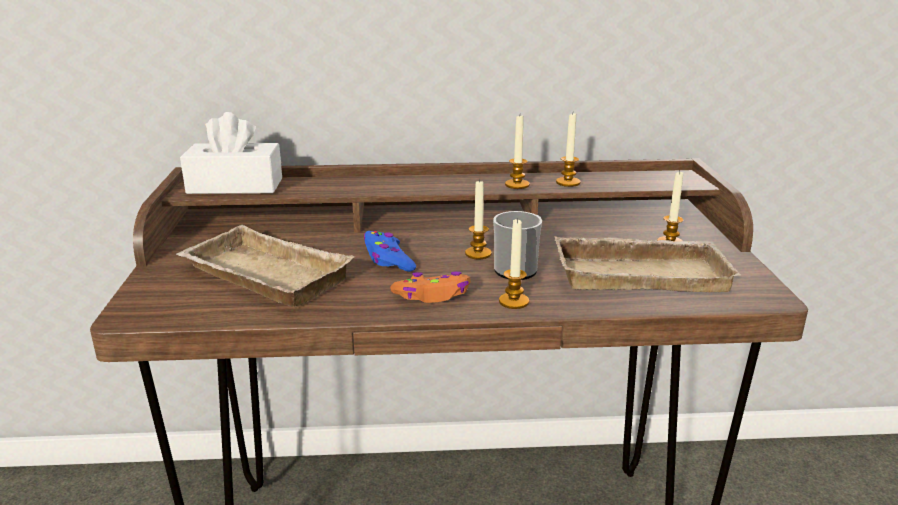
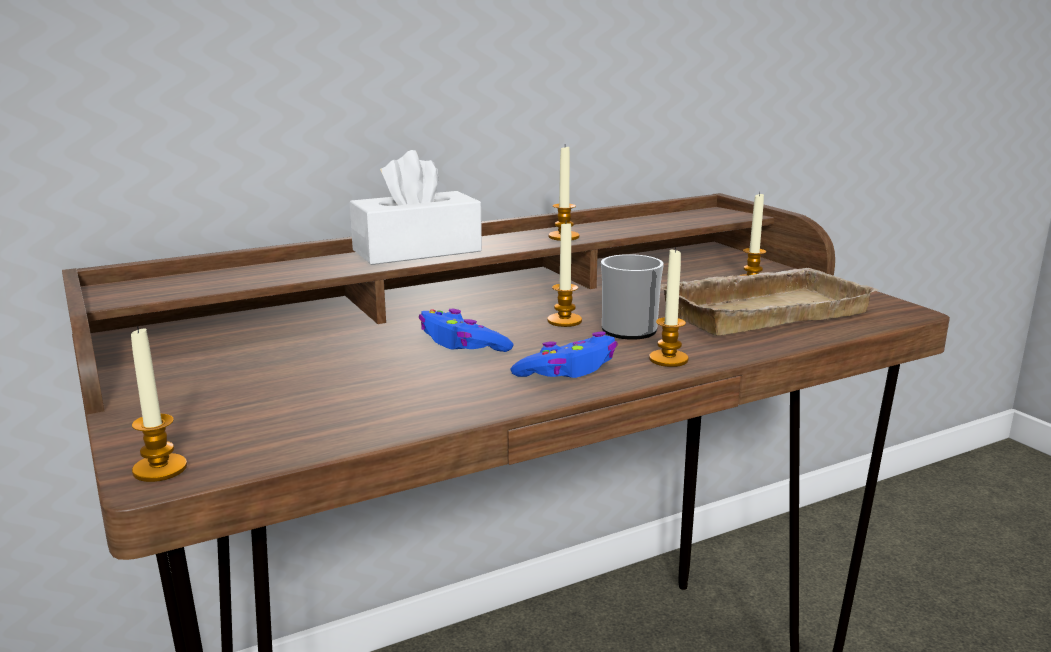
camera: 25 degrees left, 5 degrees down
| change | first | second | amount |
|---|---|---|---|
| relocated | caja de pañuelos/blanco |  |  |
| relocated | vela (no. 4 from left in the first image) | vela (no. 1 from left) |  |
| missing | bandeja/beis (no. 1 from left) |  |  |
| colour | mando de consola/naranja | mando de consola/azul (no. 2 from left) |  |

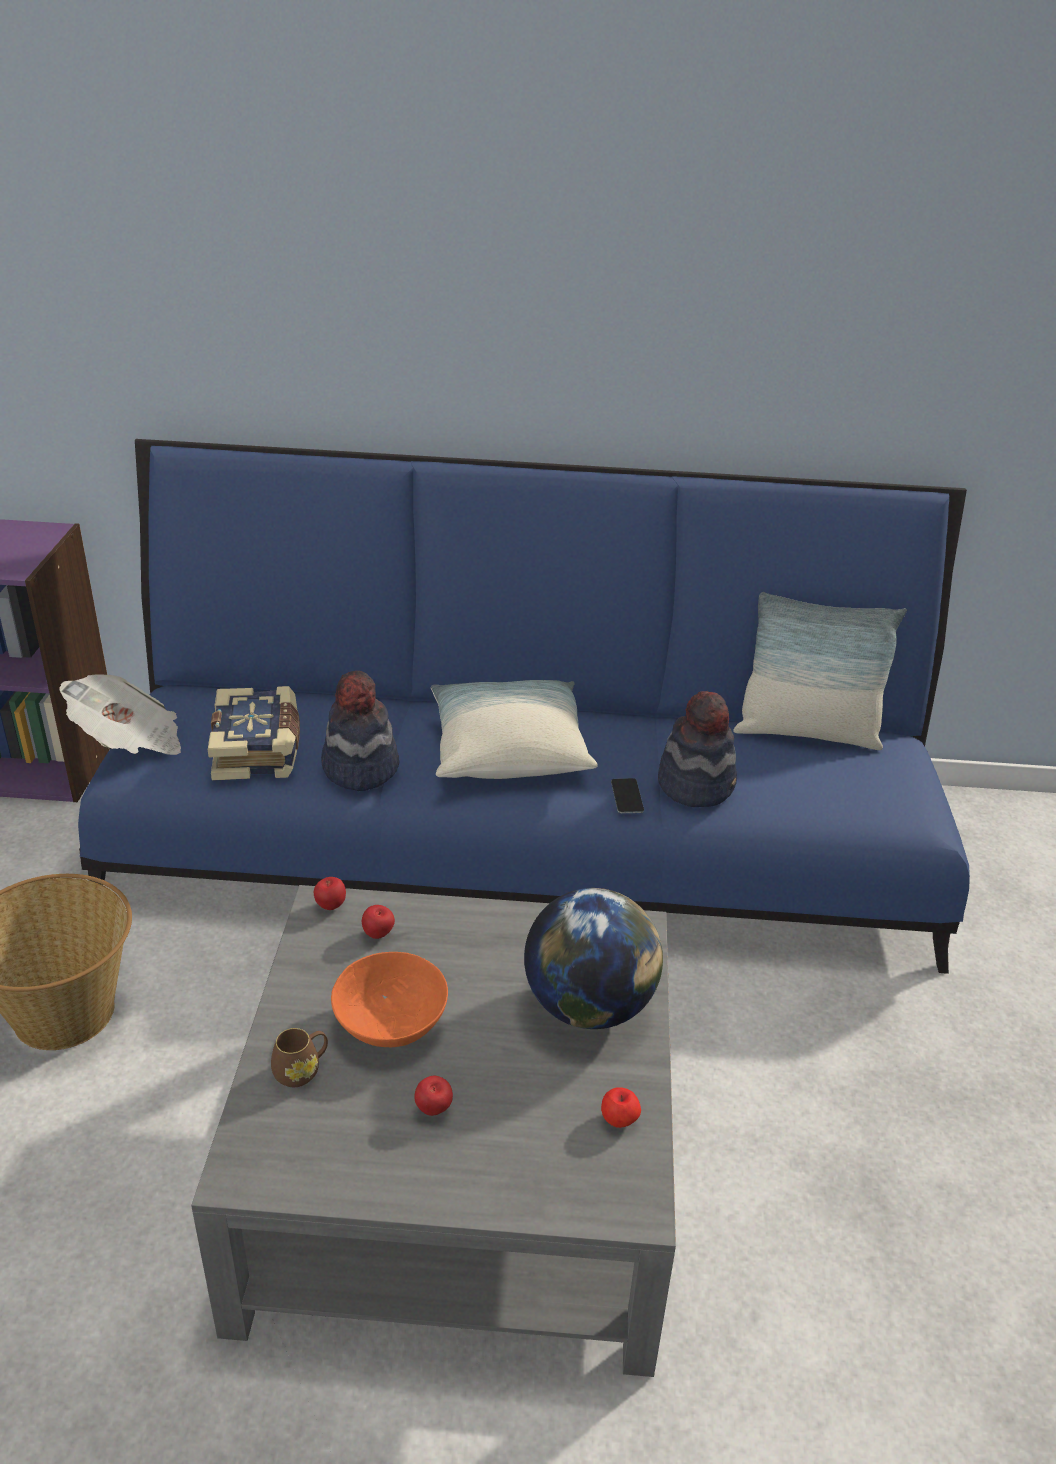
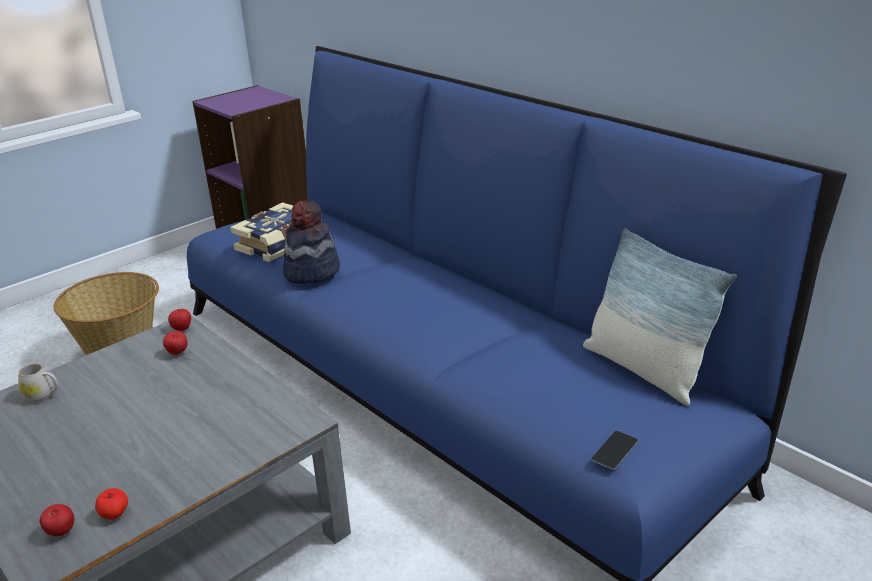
camera: 45 degrees right, 5 degrees down
| change | first | second | amount |
|---|---|---|---|
| missing | periódico |  |  |
| missing | cojín (no. 1 from left) |  |  |
| missing | sombrero (no. 2 from left) |  |  |
| relocated | móvil |  |  |
| missing | globo terráqueo |  |  |
| missing | cuenco/naranja |  |  |
| colour | taza grande/marrón | taza grande/blanco |  |
| relocated | manzana (no. 3 from left in the first image) | manzana (no. 1 from left) |  |

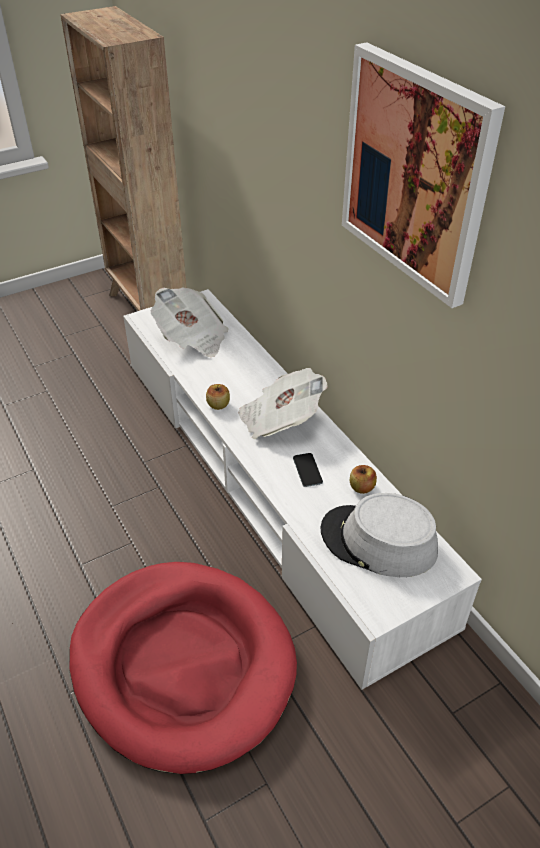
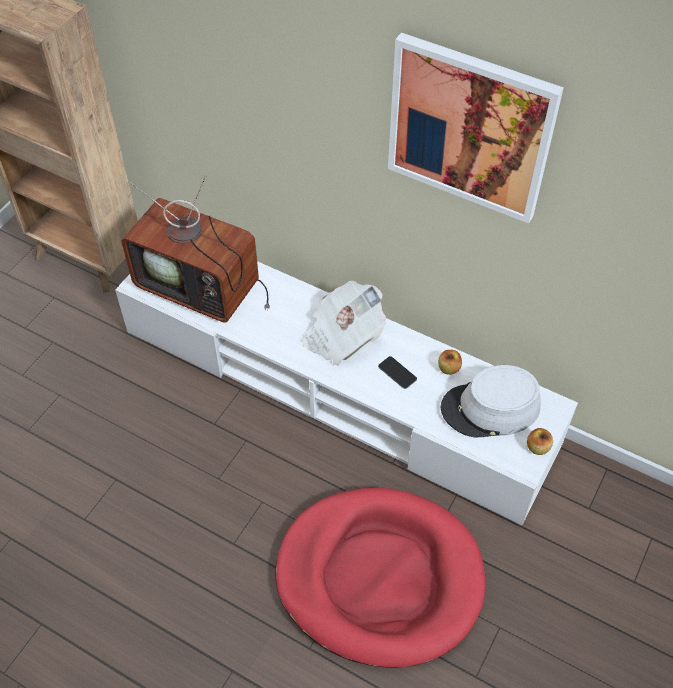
camera: 30 degrees left, 10 degrees up
| change | first | second | amount |
|---|---|---|---|
| exchanged | periódico (no. 1 from left) | televisor |  |
| relocated | manzana (no. 1 from left in the first image) | manzana (no. 2 from left) |  |

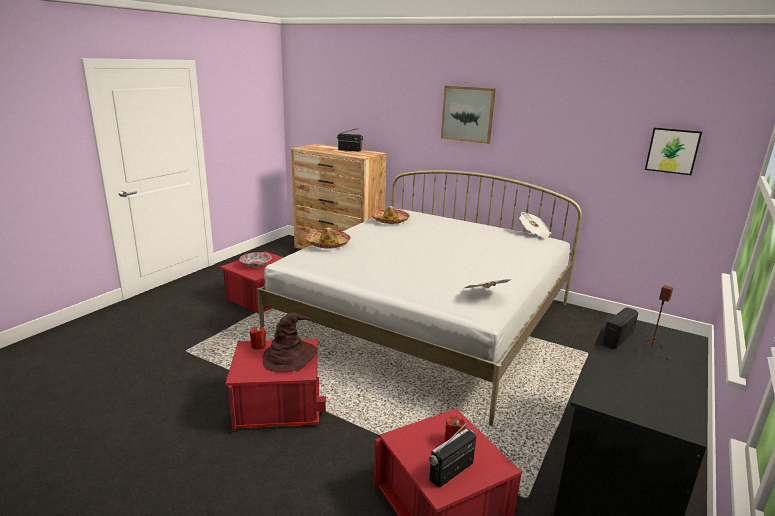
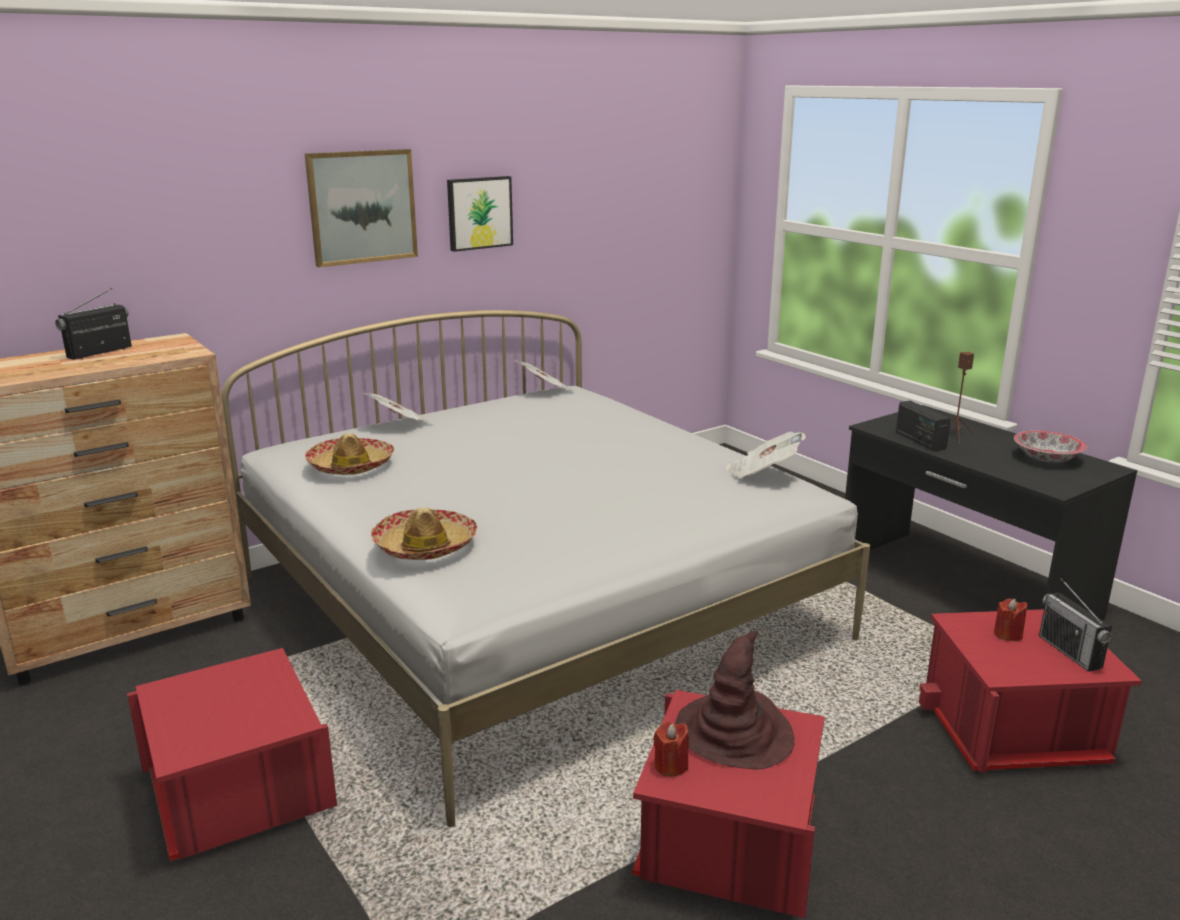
camera: 65 degrees left, 0 degrees up
| change | first | second | amount |
|---|---|---|---|
| relocated | cuadro (no. 2 from left) |  |  |
| relocated | cuenco |  |  |
| appeared |  | periódico (no. 1 from left) |  |

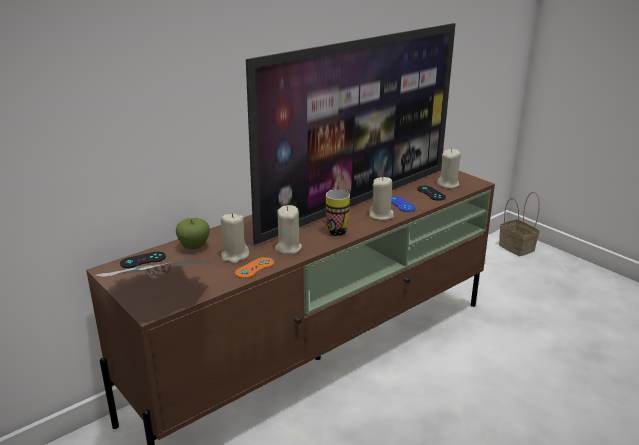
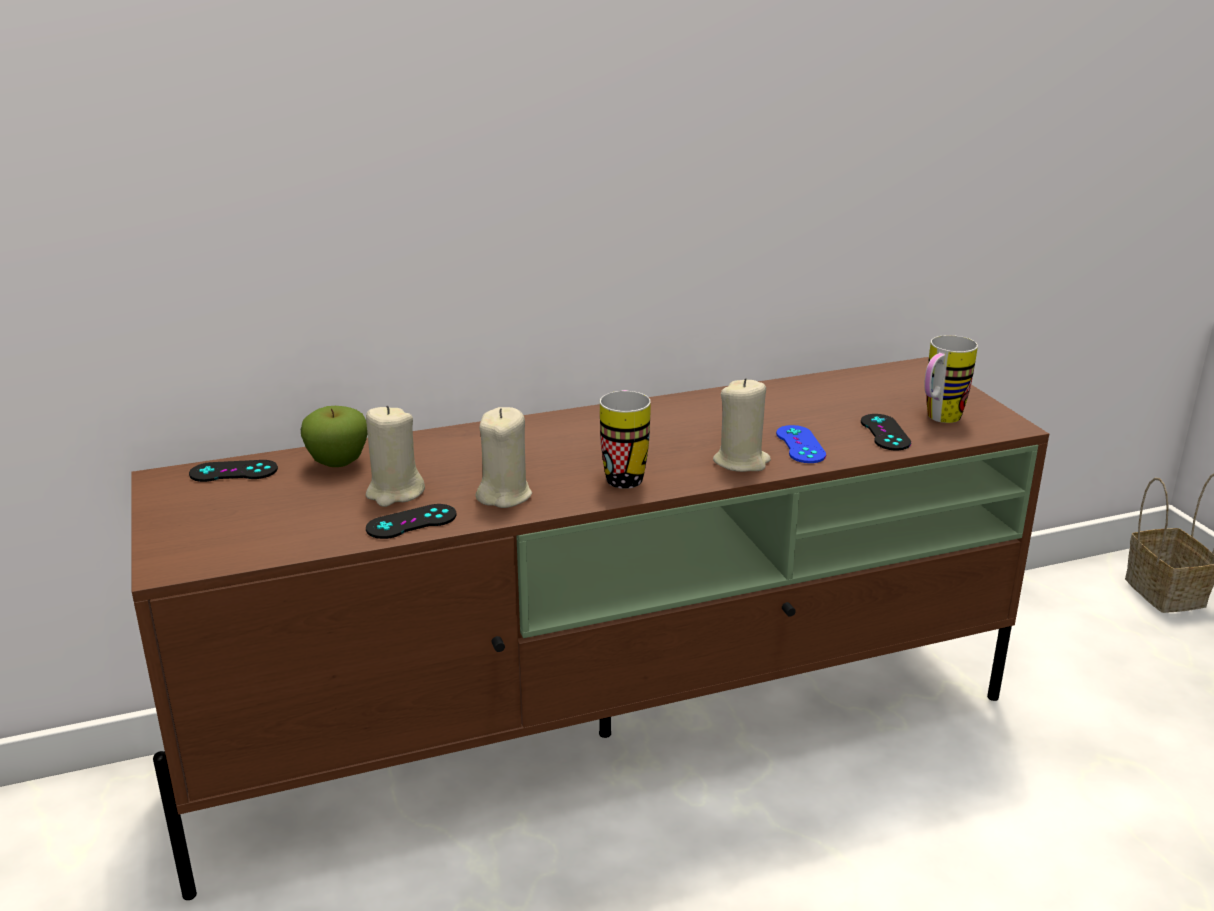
camera: 20 degrees right, 0 degrees up
| change | first | second | amount |
|---|---|---|---|
| missing | televisor |  |  |
| exchanged | vela/beis (no. 4 from left) | taza grande (no. 2 from left) |  |
| colour | mando de consola/naranja | mando de consola/negro (no. 2 from left) |  |
| missing | periódico |  |  |

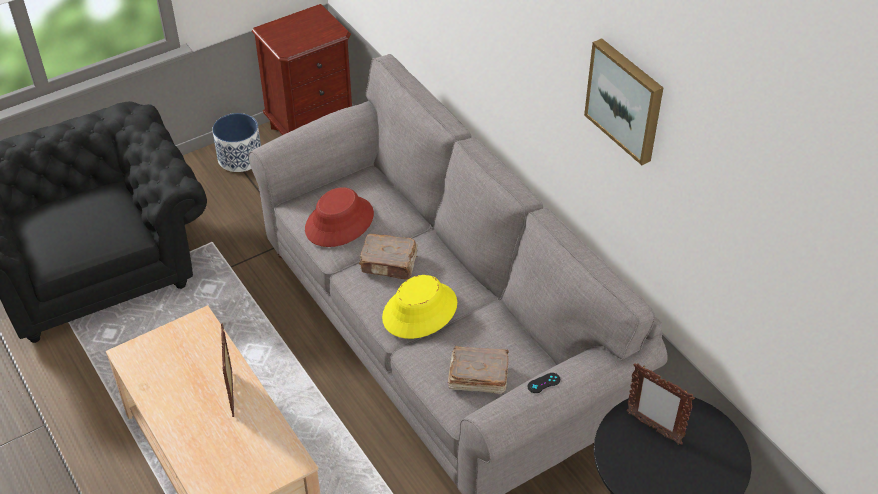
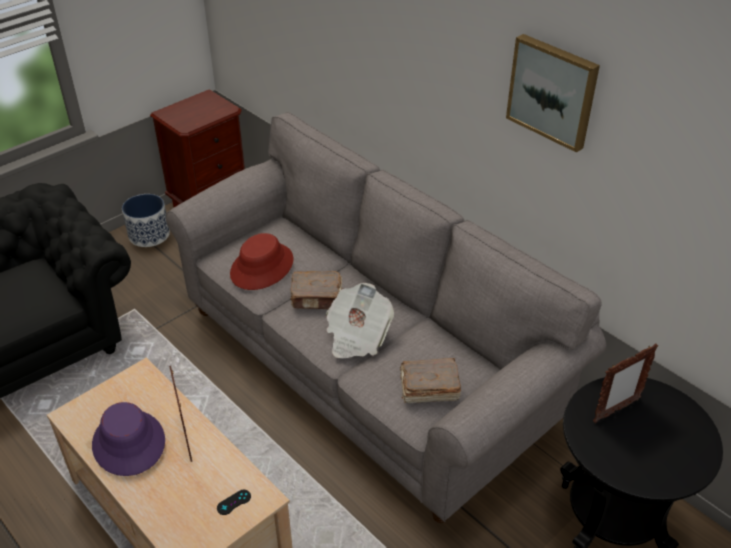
camera: 10 degrees left, 5 degrees down
| change | first | second | amount |
|---|---|---|---|
| exchanged | sombrero/amarillo | periódico |  |
| spun | portarretratos (no. 2 from left) |  | 60 degrees counterclockwise |
| relocated | mando de consola/negro |  |  |
| appeared |  | sombrero/morado |  |

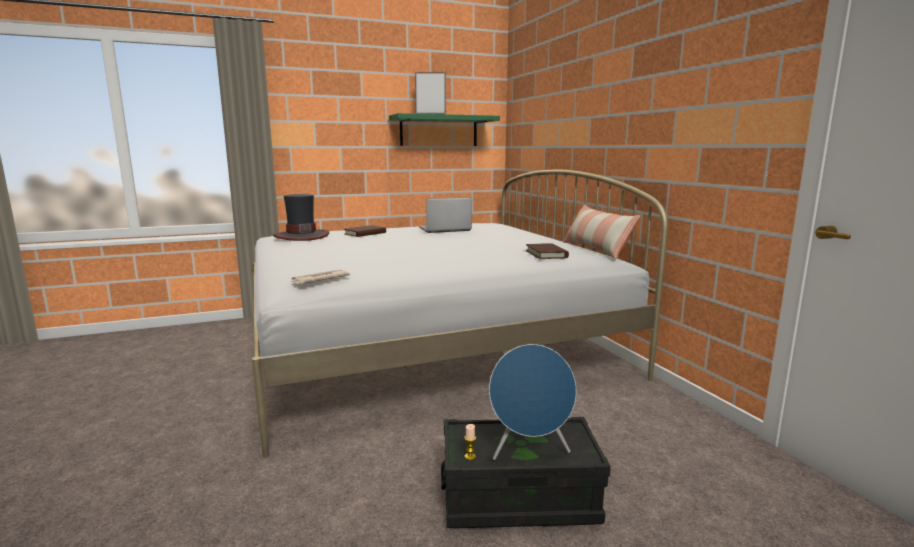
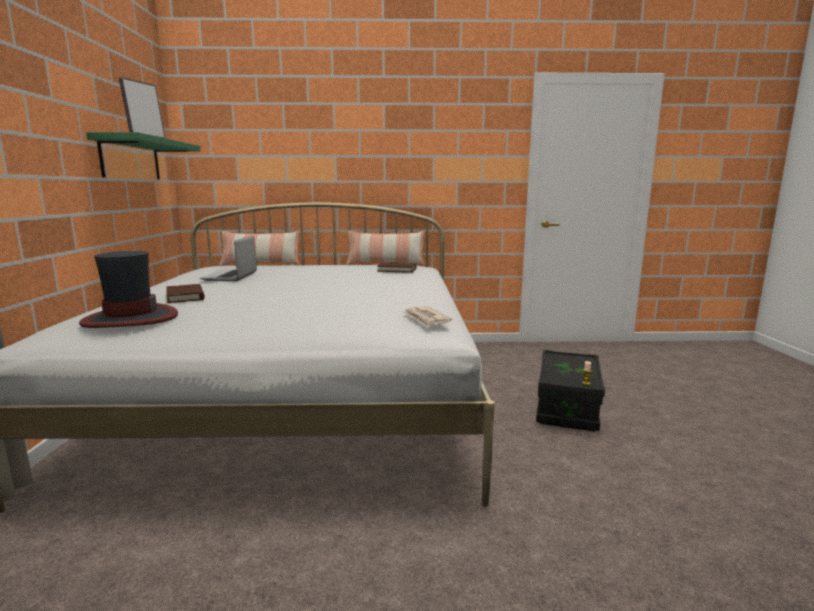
camera: 70 degrees left, 0 degrees up
| change | first | second | amount |
|---|---|---|---|
| missing | altavoz/azul |  |  |
| appeared |  | cojín (no. 1 from left) |  |

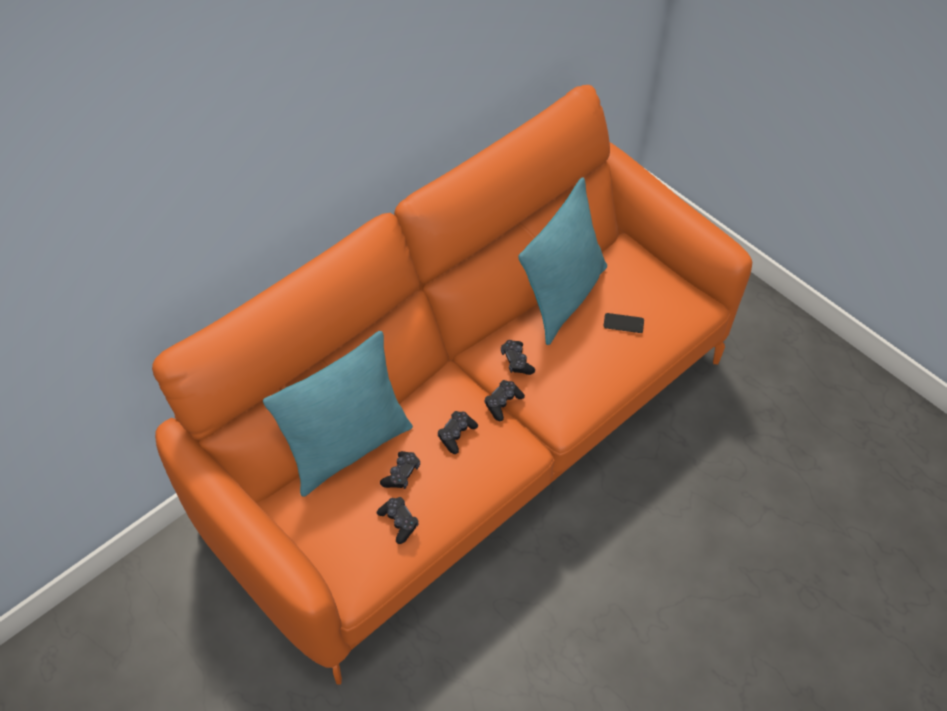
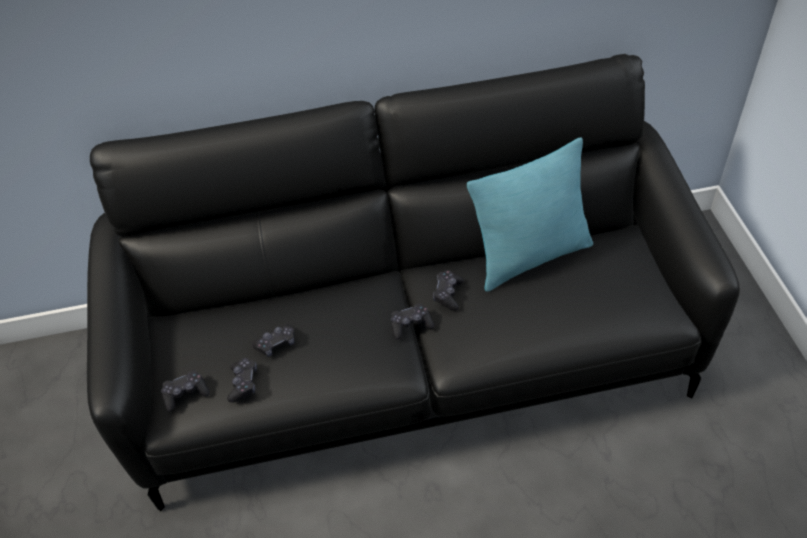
camera: 35 degrees right, 5 degrees down
| change | first | second | amount |
|---|---|---|---|
| colour | sofá/naranja | sofá/negro |  |
| missing | móvil |  |  |
| missing | cojín/turquesa (no. 1 from left) |  |  |
| relocated | mando de consola/negro (no. 3 from left in the first image) | mando de consola/negro (no. 1 from left) |  |

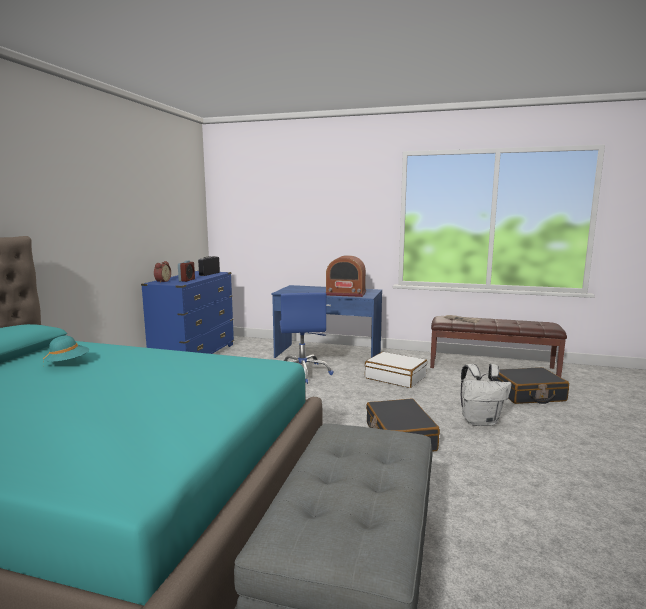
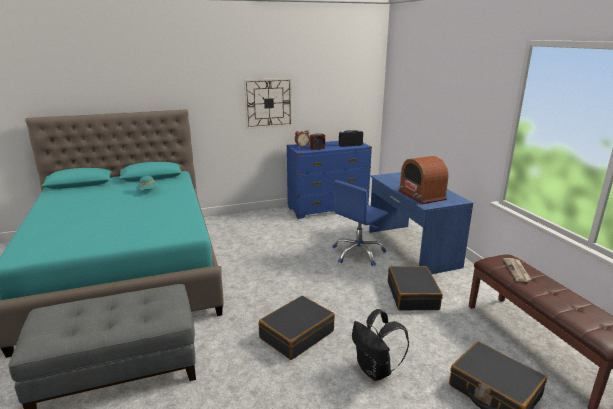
camera: 55 degrees right, 10 degrees up
| change | first | second | amount |
|---|---|---|---|
| colour | maleta/blanco | maleta/negro (no. 2 from left) |  |
| colour | mochila/blanco | mochila/negro |  |
| appeared |  | reloj de pared |  |

